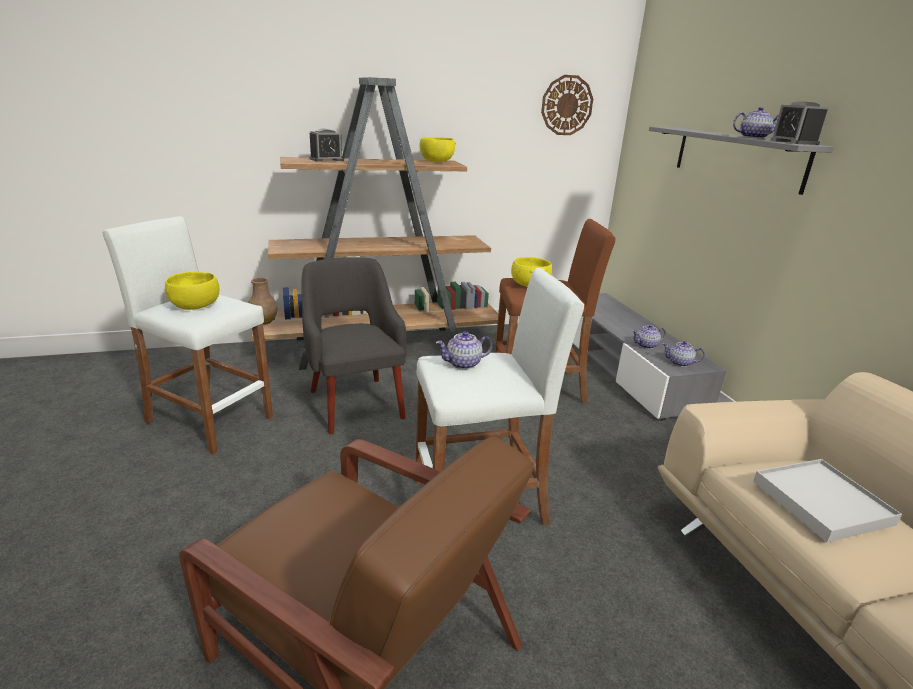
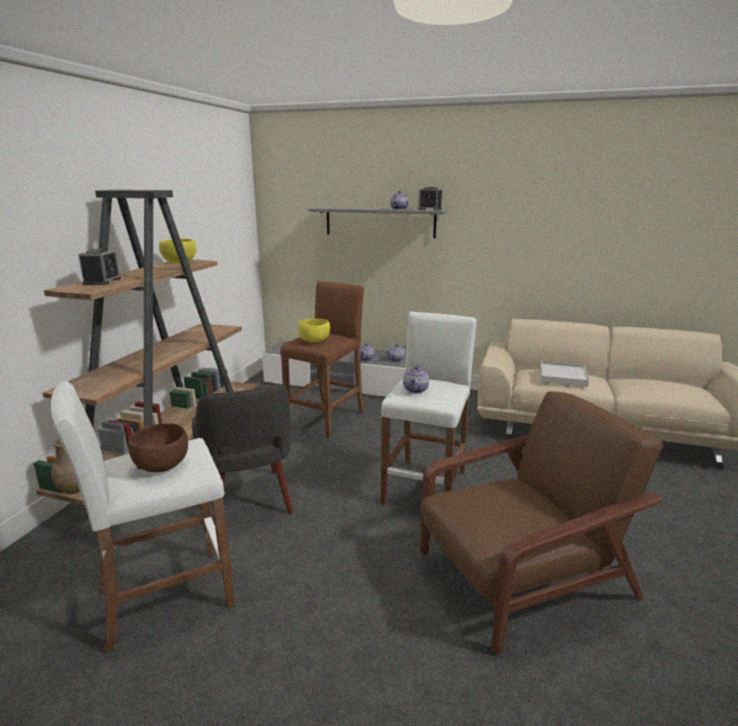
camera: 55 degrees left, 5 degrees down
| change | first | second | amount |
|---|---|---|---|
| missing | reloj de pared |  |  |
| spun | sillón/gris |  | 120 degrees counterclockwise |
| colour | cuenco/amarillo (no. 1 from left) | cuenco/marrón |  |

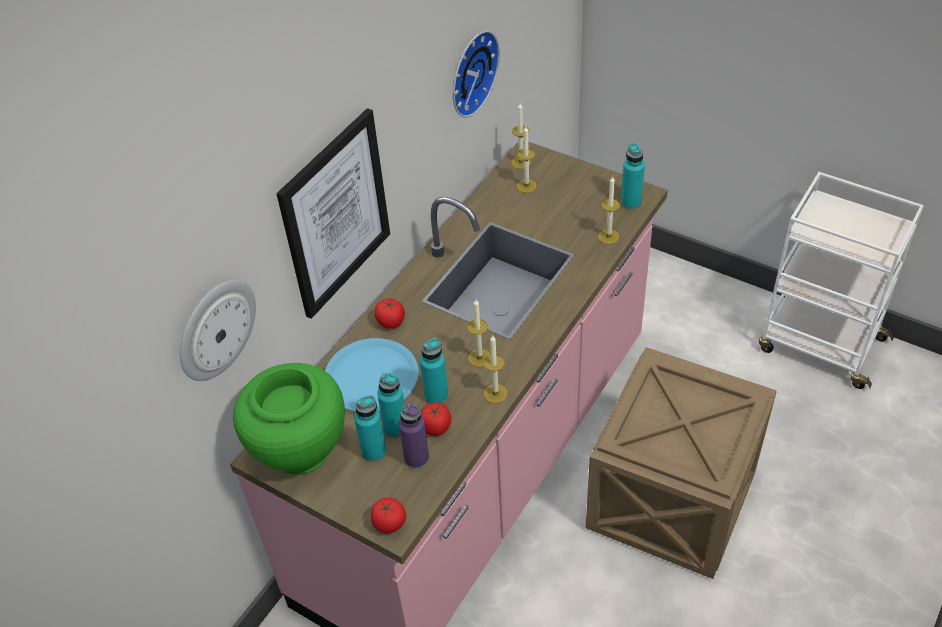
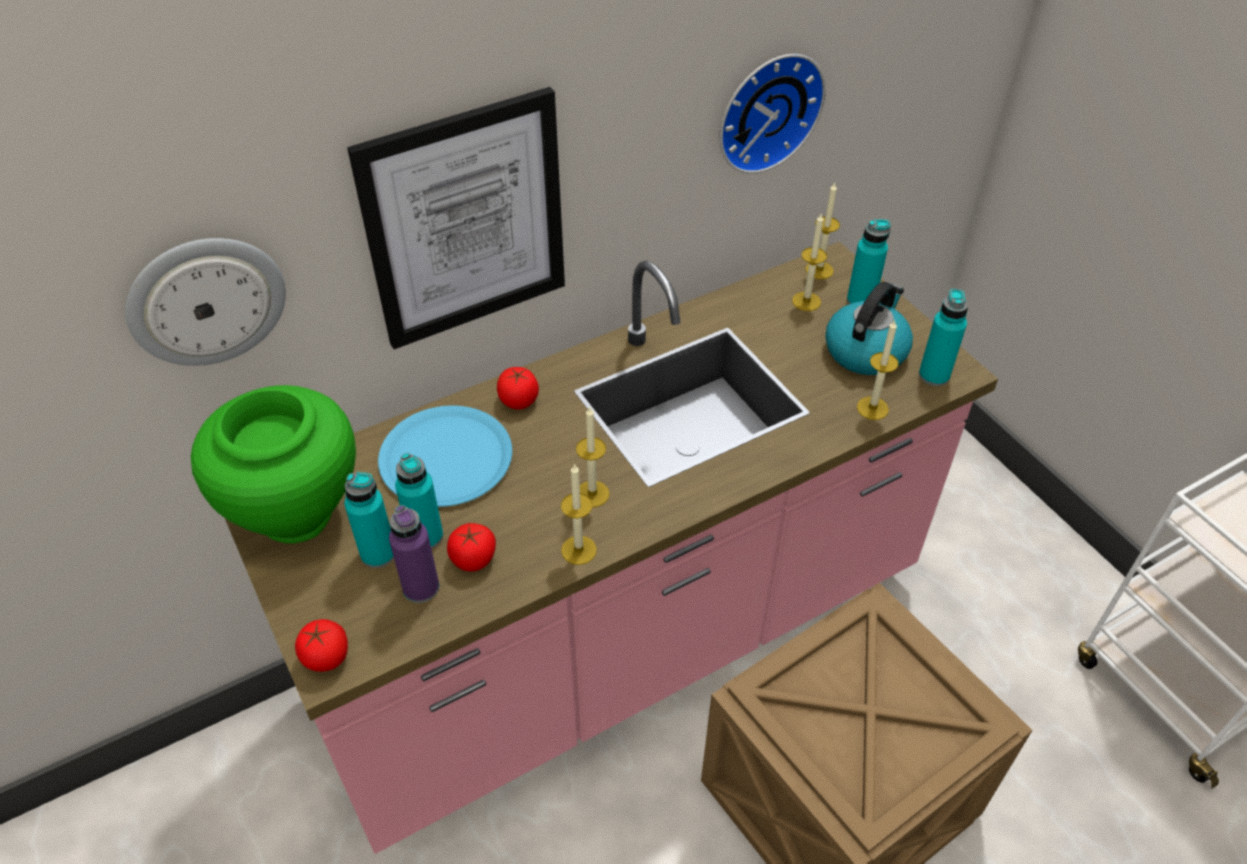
camera: 25 degrees right, 0 degrees up
| change | first | second | amount |
|---|---|---|---|
| relocated | botella/turquesa (no. 3 from left) |  |  |
| appeared |  | hervidor |  |

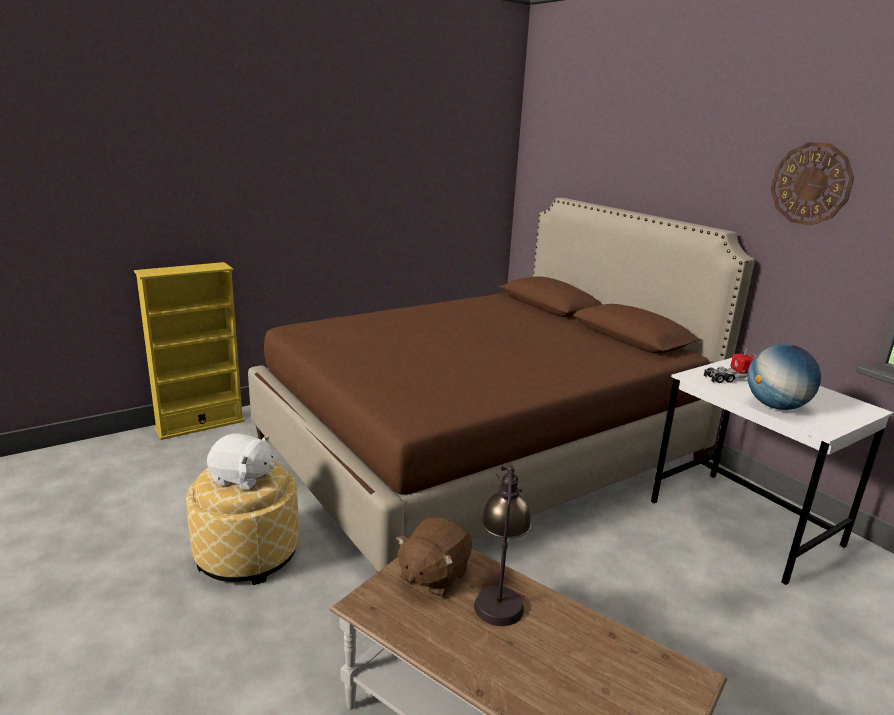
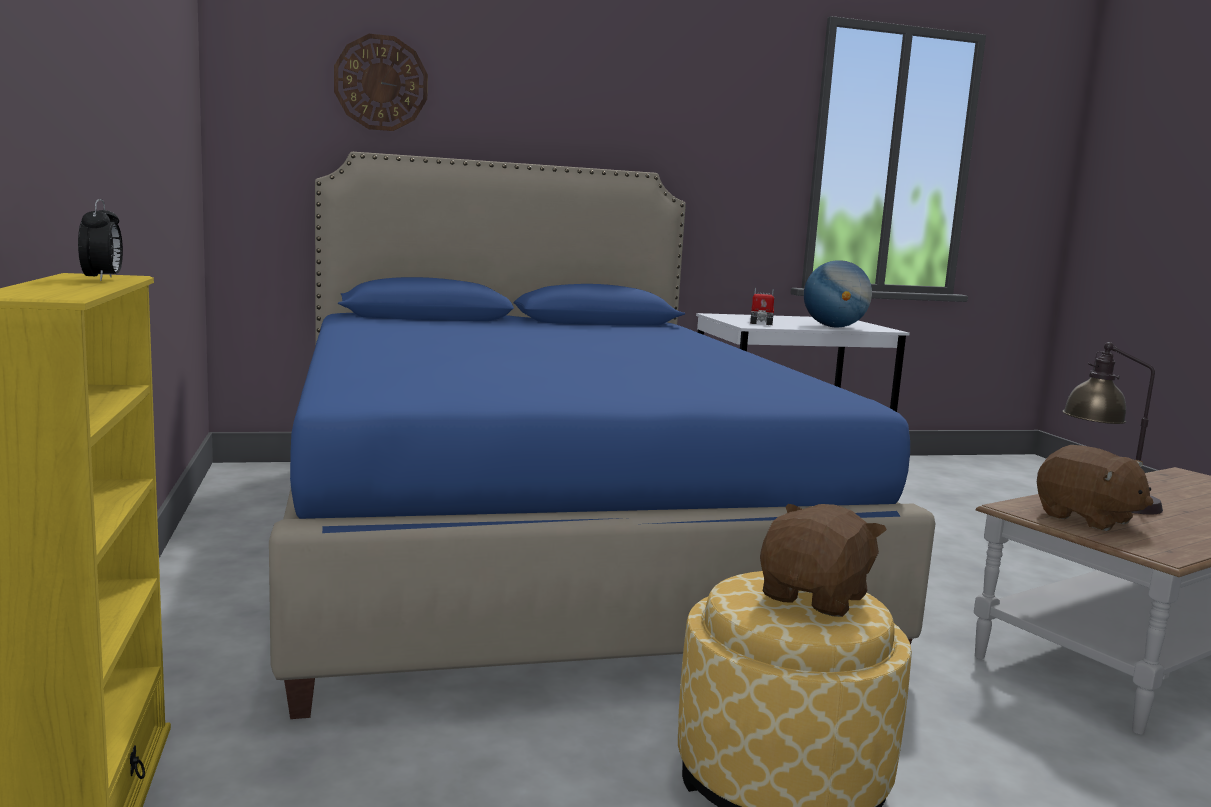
camera: 70 degrees left, 10 degrees down
| change | first | second | amount |
|---|---|---|---|
| relocated | reloj de pared |  |  |
| colour | cama/marrón | cama/azul |  |
| colour | peluche/blanco | peluche/marrón (no. 1 from left) |  |
| appeared |  | despertador |  |

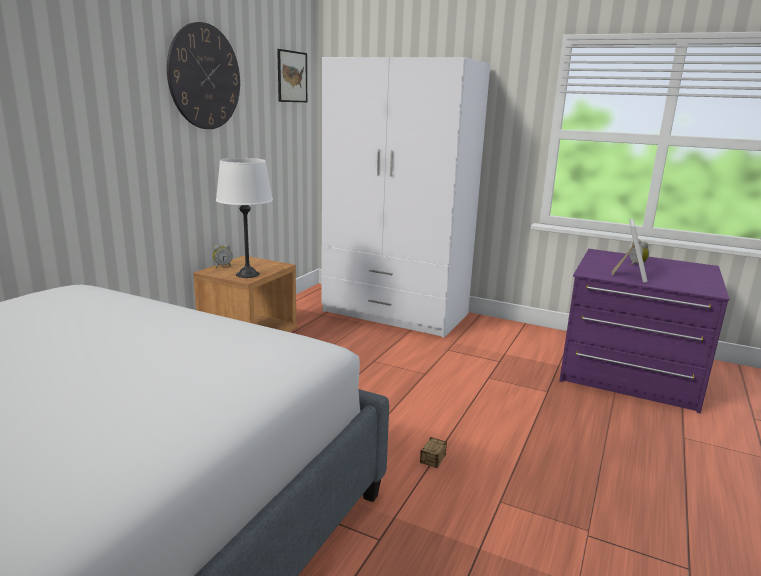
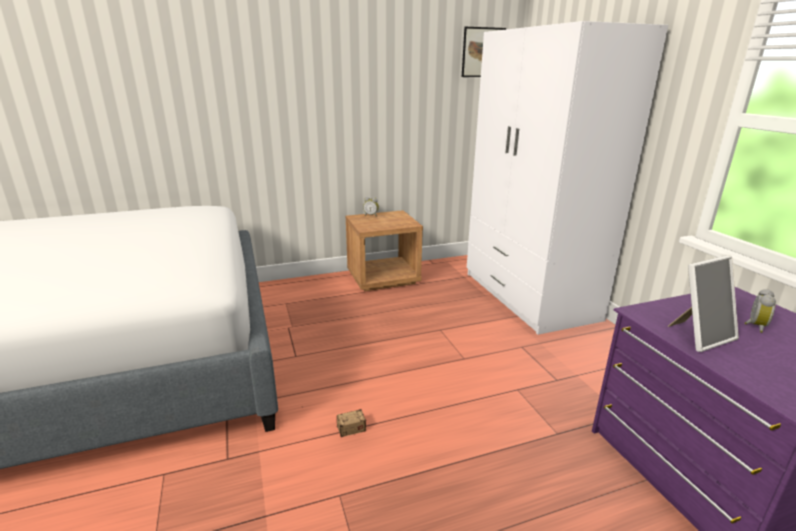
camera: 45 degrees right, 5 degrees up
| change | first | second | amount |
|---|---|---|---|
| missing | reloj de pared |  |  |
| missing | lámpara de mesa/blanco |  |  |

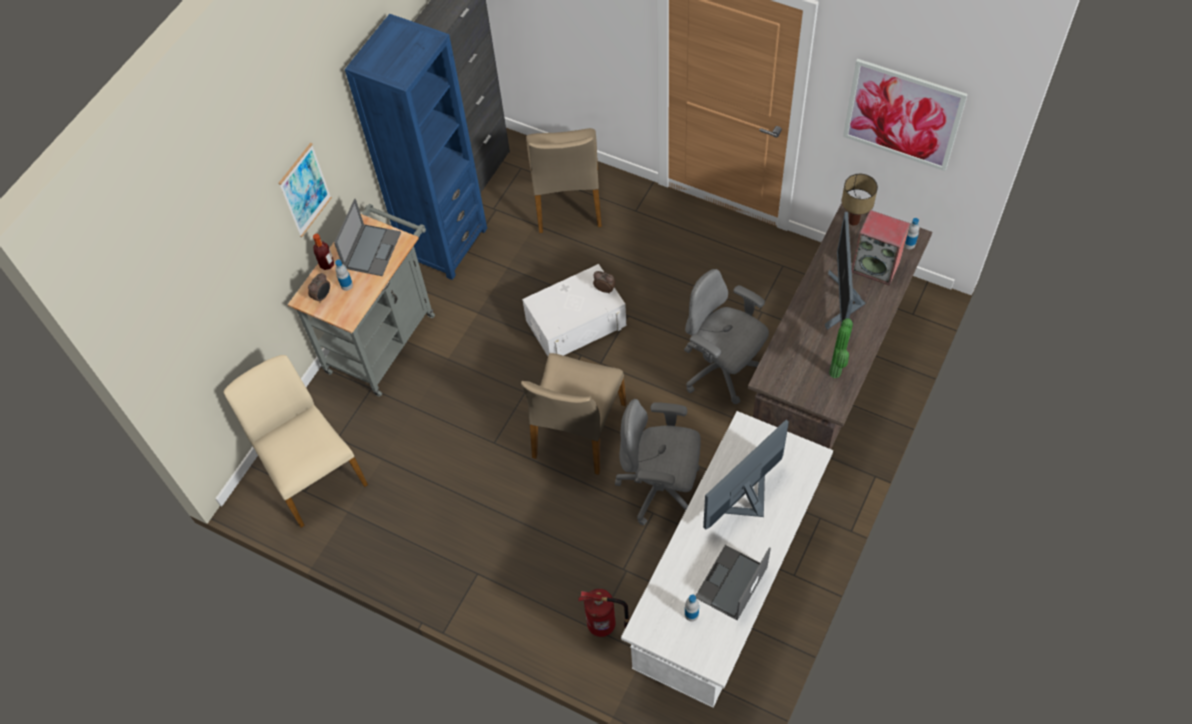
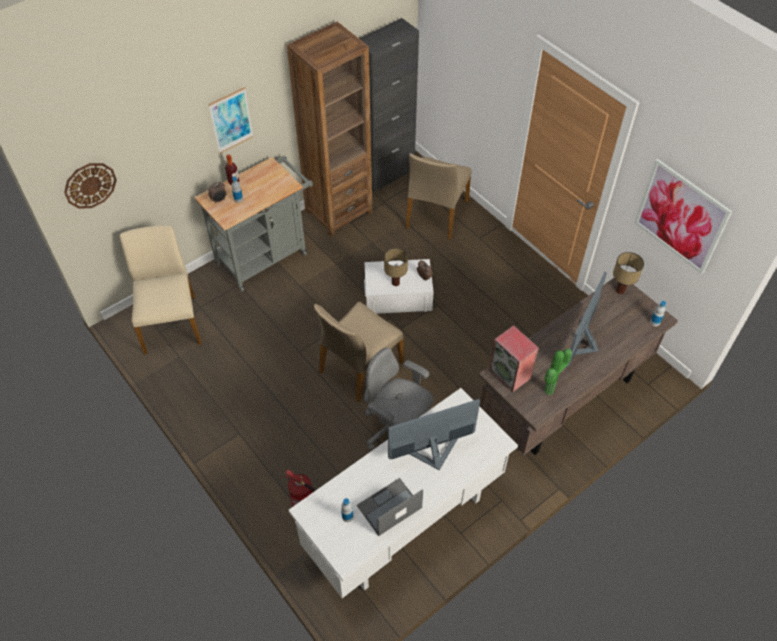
camera: 20 degrees right, 5 degrees down
| change | first | second | amount |
|---|---|---|---|
| colour | estantería/azul | estantería/marrón |  |
| missing | portátil (no. 1 from left) |  |  |
| relocated | altavoz |  |  |
| missing | silla de oficina/gris (no. 2 from left) |  |  |
| appeared |  | reloj de pared |  |
| appeared |  | lámpara de mesa (no. 1 from left) |  |

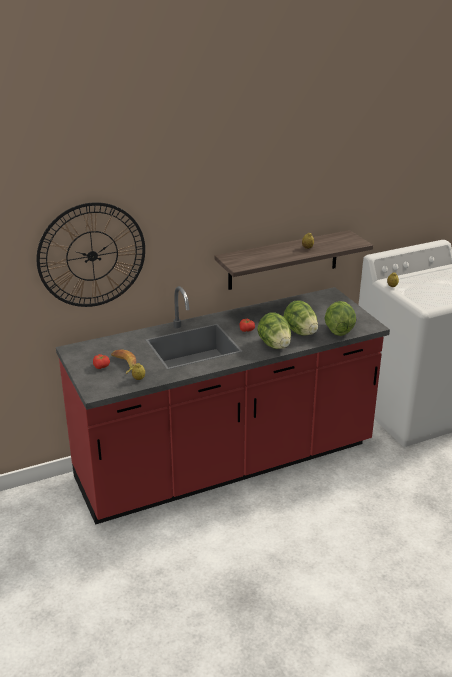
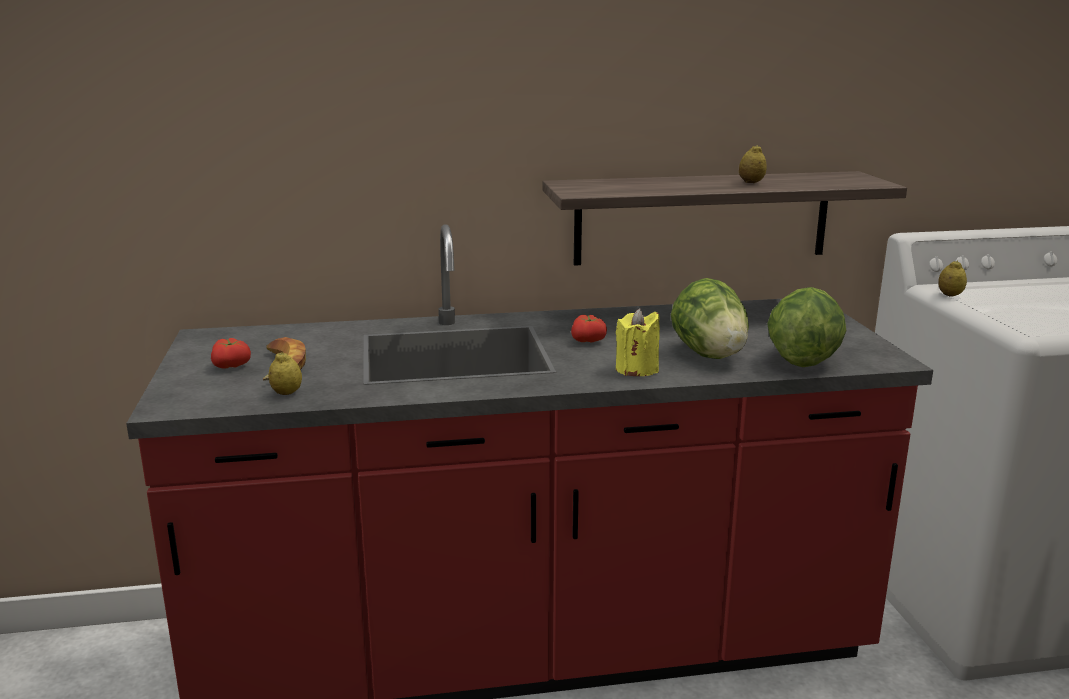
camera: 15 degrees right, 10 degrees down
| change | first | second | amount |
|---|---|---|---|
| missing | reloj de pared |  |  |
| exchanged | lechuga (no. 1 from left) | vela/amarillo |  |

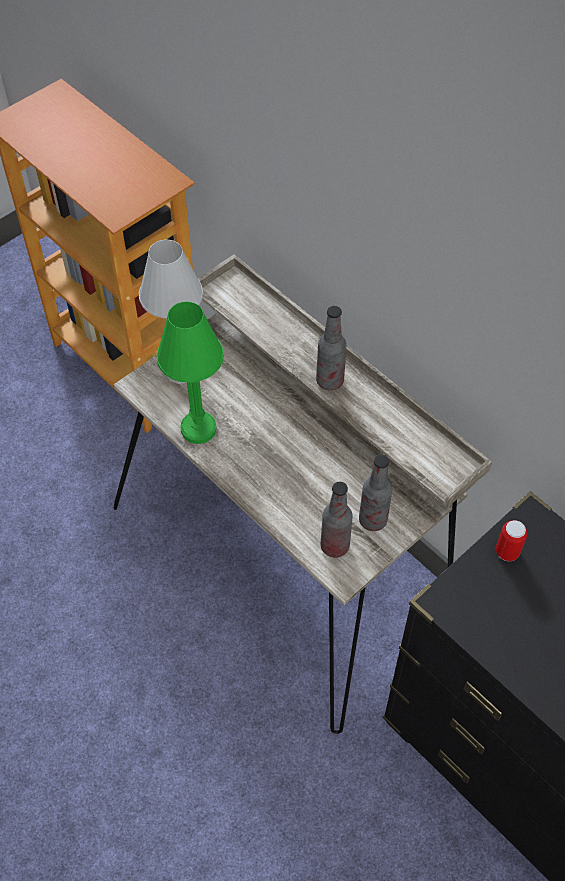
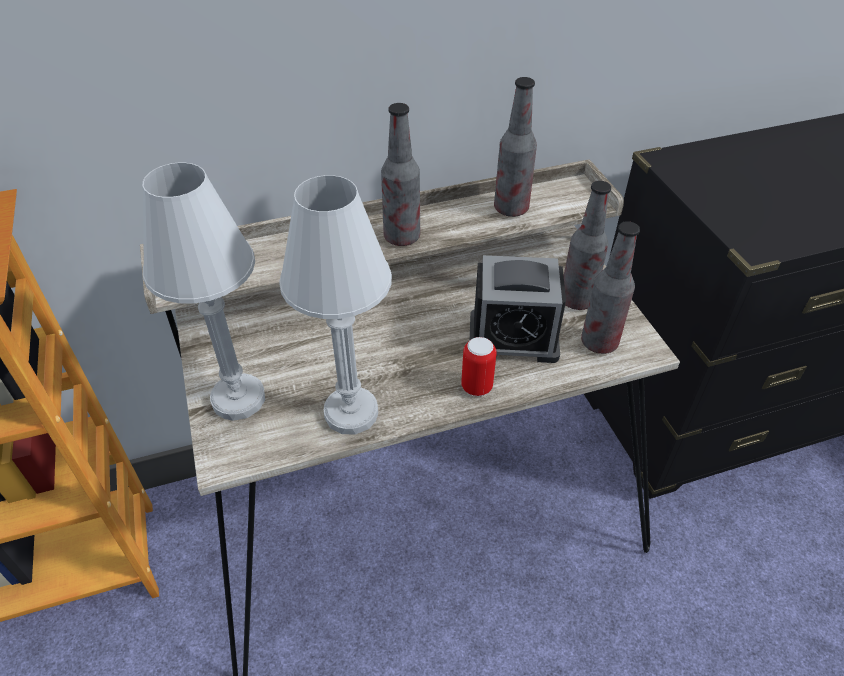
camera: 65 degrees left, 10 degrees down
| change | first | second | amount |
|---|---|---|---|
| colour | lámpara de mesa/verde | lámpara de mesa/blanco (no. 2 from left) |  |
| relocated | lata |  |  |
| appeared |  | botella (no. 2 from left) |  |
| appeared |  | despertador |  |

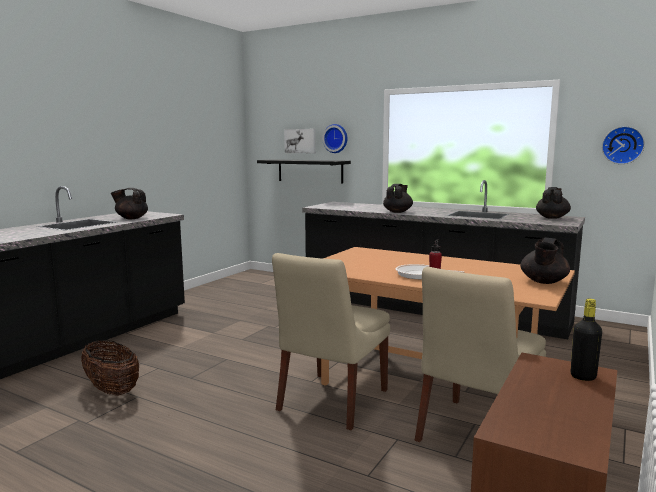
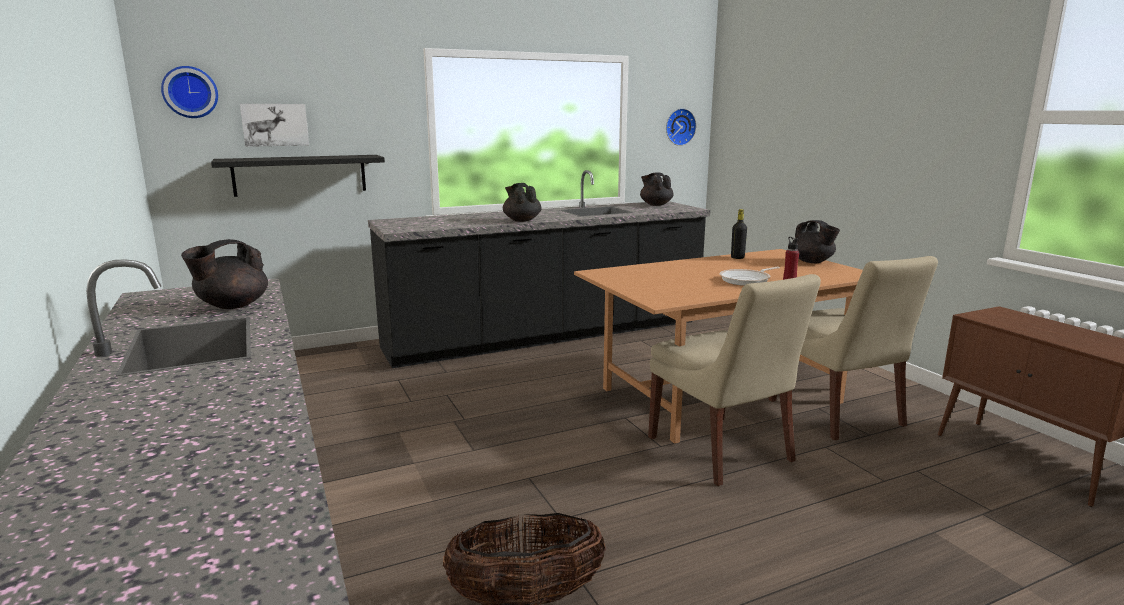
camera: 55 degrees left, 5 degrees up
| change | first | second | amount |
|---|---|---|---|
| relocated | reloj de pared (no. 1 from left) |  |  |
| relocated | botella/negro |  |  |

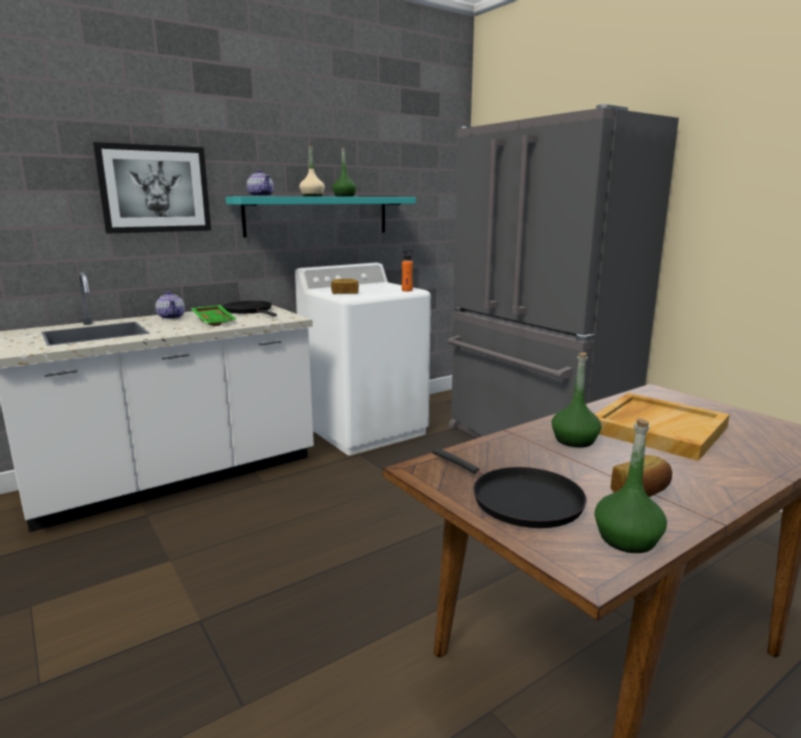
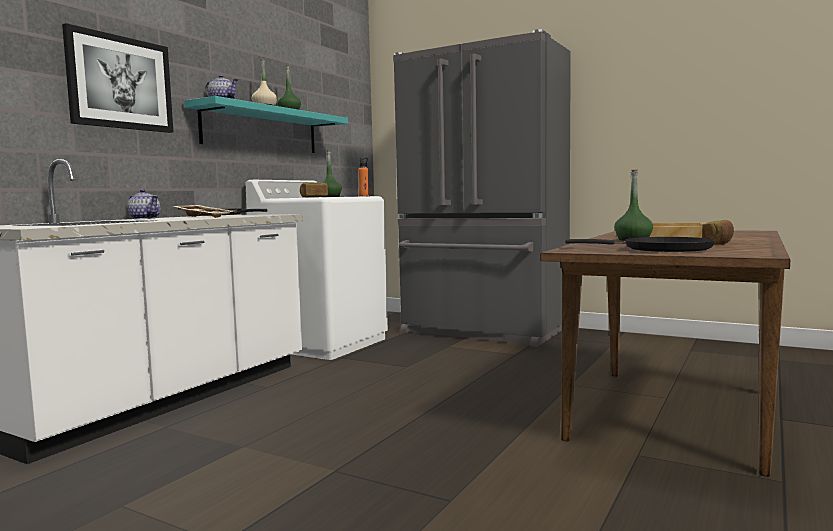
camera: 25 degrees left, 10 degrees down
| change | first | second | amount |
|---|---|---|---|
| colour | bandeja/verde | bandeja/beis (no. 1 from left) |  |
| relocated | botella/verde (no. 3 from left in the first image) | botella/verde (no. 2 from left) |  |

